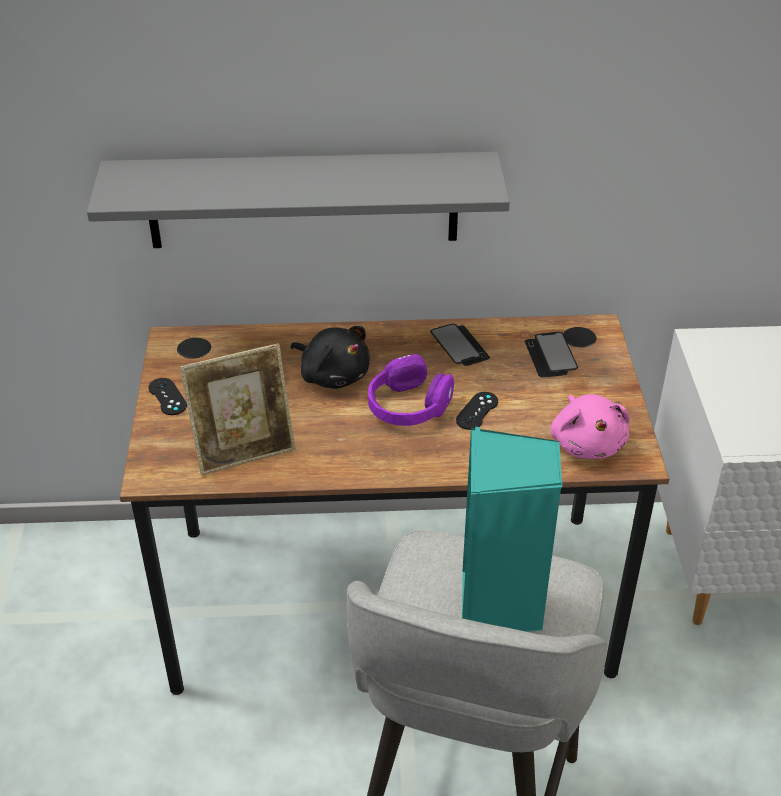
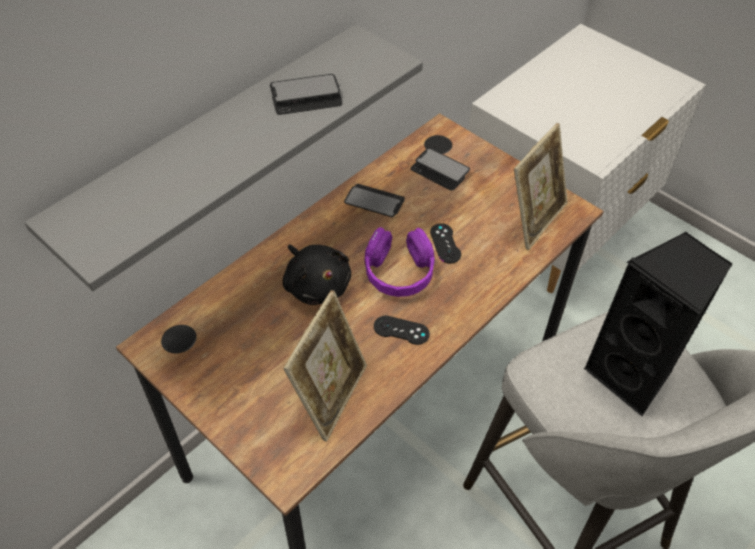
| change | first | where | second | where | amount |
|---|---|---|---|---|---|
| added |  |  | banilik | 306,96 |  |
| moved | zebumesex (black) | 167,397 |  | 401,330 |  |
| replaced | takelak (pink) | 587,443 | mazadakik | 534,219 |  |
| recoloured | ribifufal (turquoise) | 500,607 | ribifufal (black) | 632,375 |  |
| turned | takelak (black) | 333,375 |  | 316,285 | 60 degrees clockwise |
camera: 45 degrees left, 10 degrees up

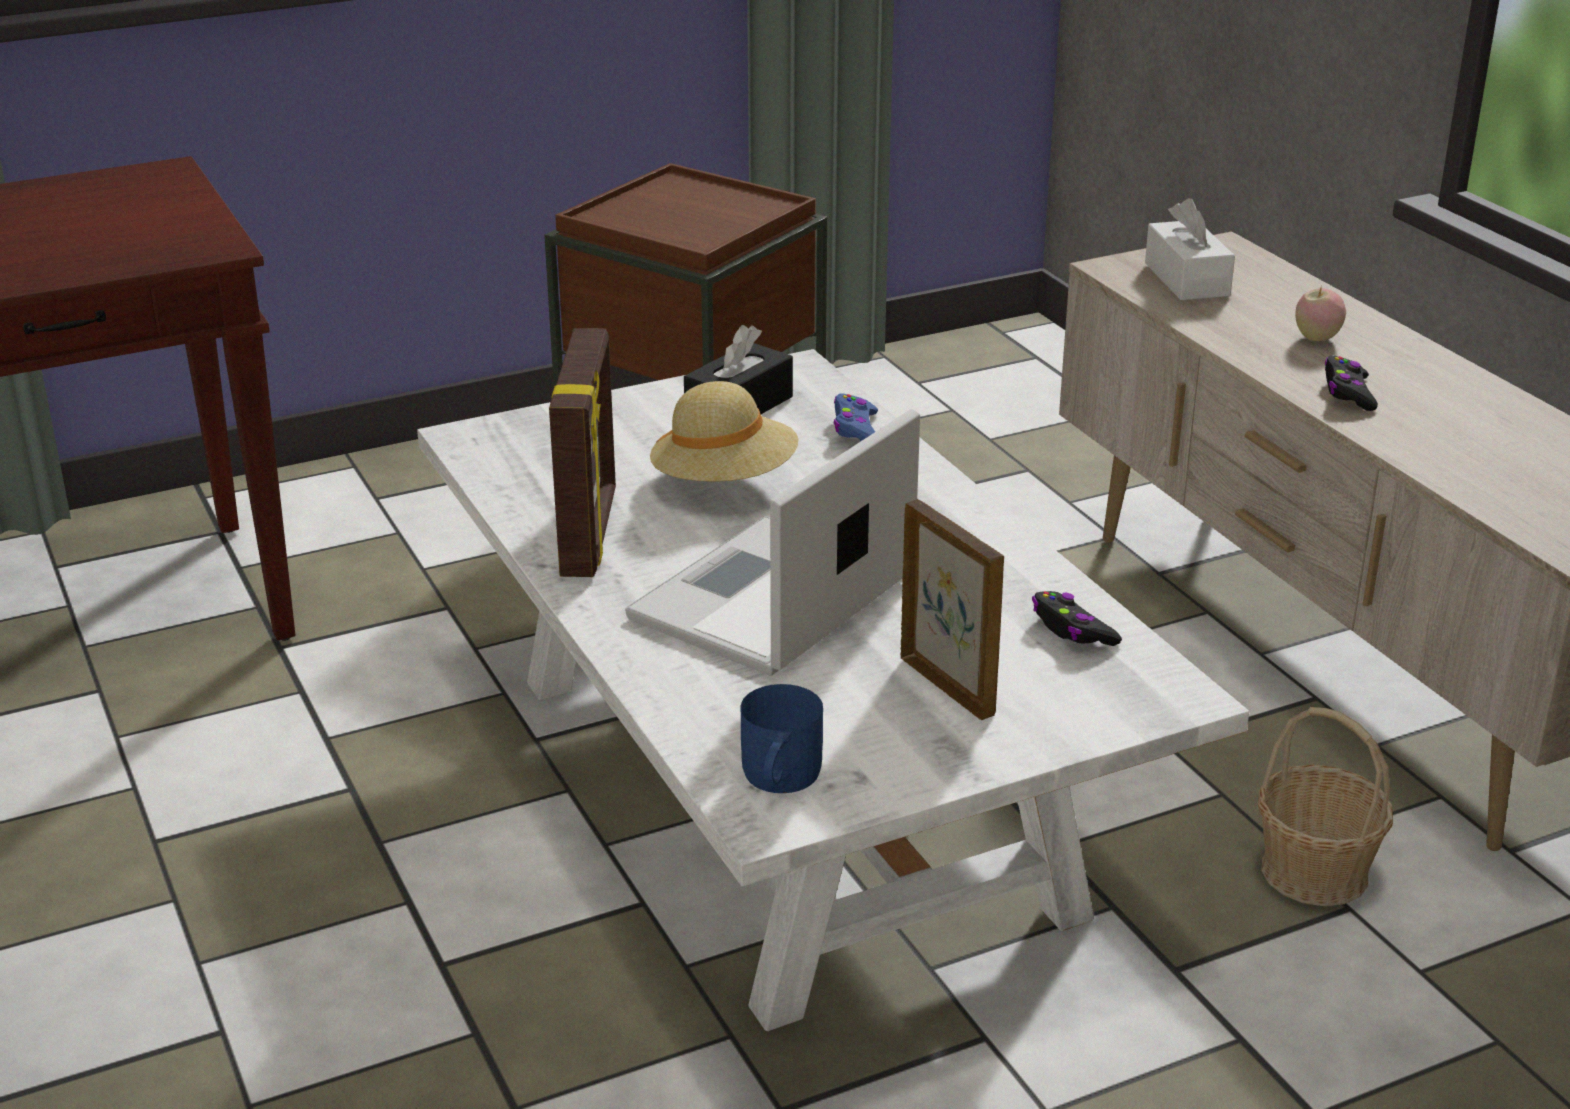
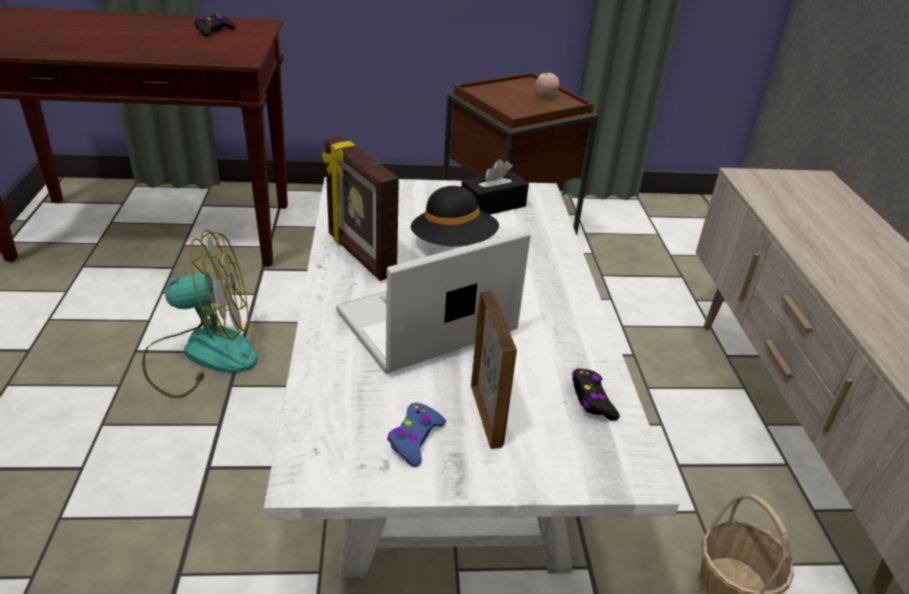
| change | first | where | second | where | amount |
|---|---|---|---|---|---|
| removed | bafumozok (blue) | 778,778 |  |  |  |
| removed | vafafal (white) | 1186,279 |  |  |  |
| added |  |  | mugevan | 202,354 |  |
| moved | zebumesex (blue) | 856,429 |  | 415,439 |  |
| moved | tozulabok | 1317,338 |  | 545,97 |  |
| moved | zebumesex (black) | 1348,393 |  | 213,30 |  |
| recoloured | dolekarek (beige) | 725,481 | dolekarek (black) | 453,244 |  |
| turned | mazadakik | 591,534 |  | 359,255 | 120 degrees clockwise |
camera: 20 degrees right, 5 degrees up

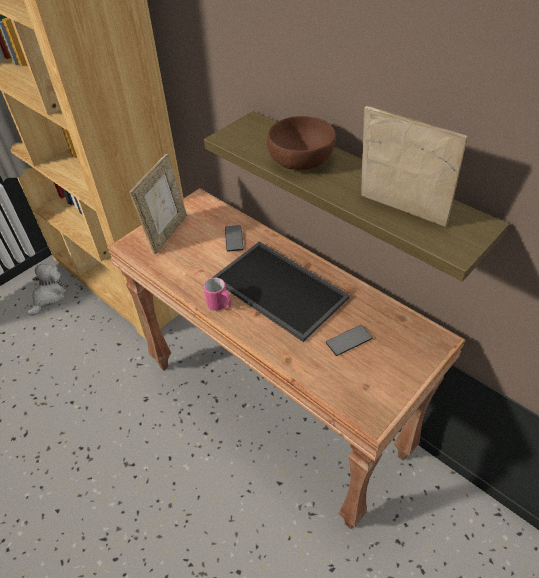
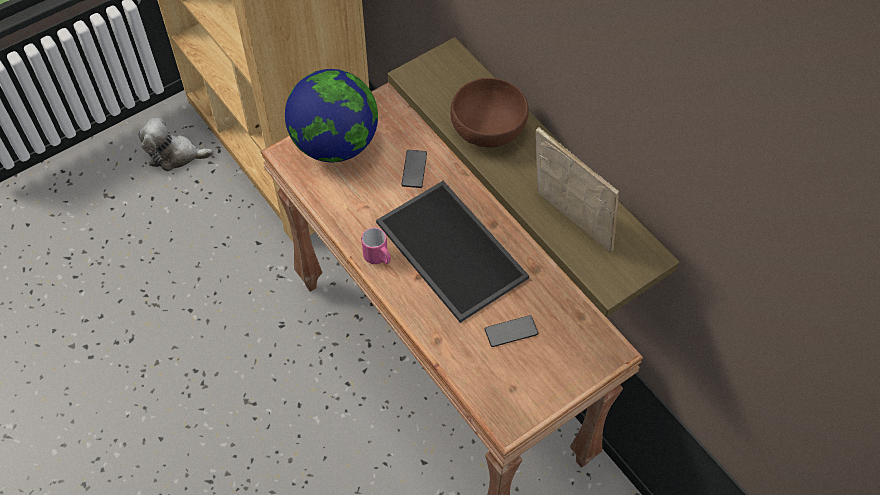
| change | first | where | second | where | amount |
|---|---|---|---|---|---|
| replaced | mazadakik | 167,233 | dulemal | 335,144 |  |
| turned | takelak | 49,296 |  | 175,155 | 120 degrees counterclockwise |
camera: 10 degrees right, 10 degrees up

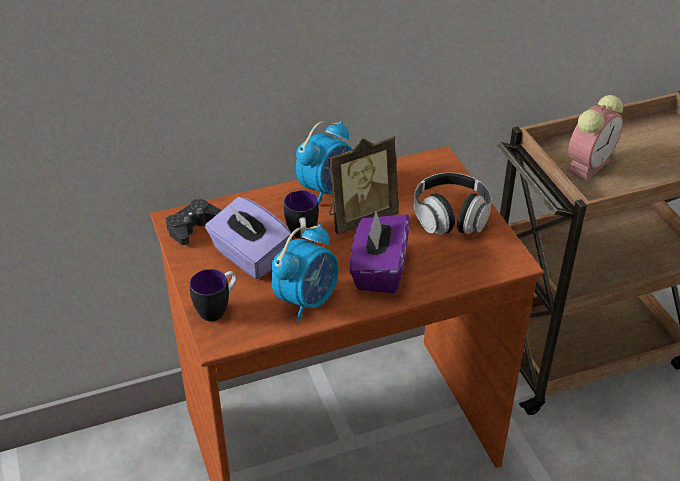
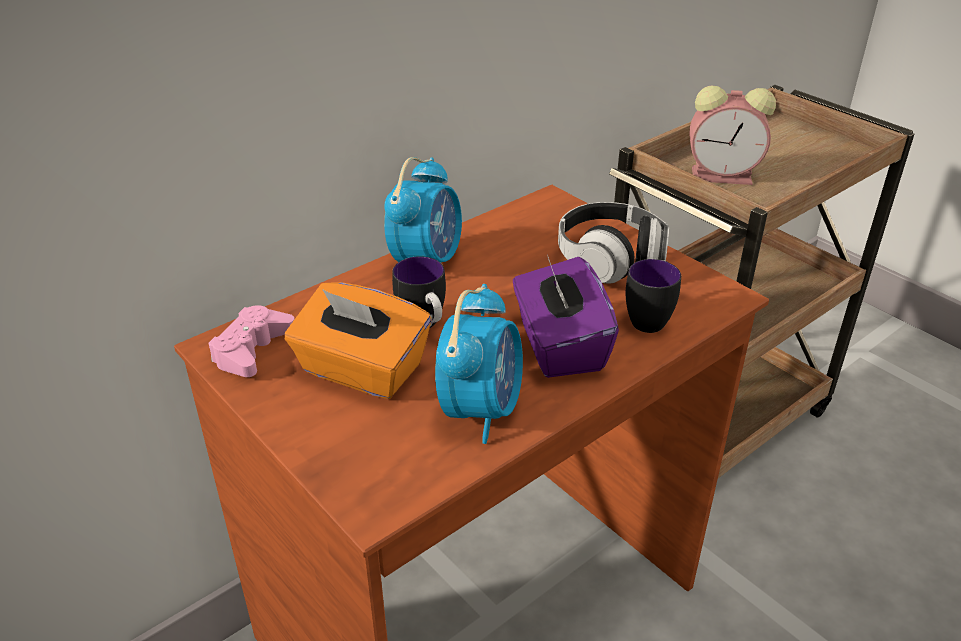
| change | first | where | second | where | amount |
|---|---|---|---|---|---|
| removed | mazadakik | 360,217 |  |  |  |
| moved | bafumozok | 217,309 |  | 650,318 |  |
| recoloured | zebumesex (black) | 193,227 | zebumesex (pink) | 252,349 |  |
| recoloured | vafafal (purple) | 249,256 | vafafal (orange) | 361,370 |  |
| turned | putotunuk | 589,164 |  | 724,175 | 75 degrees clockwise |
camera: 20 degrees left, 5 degrees down

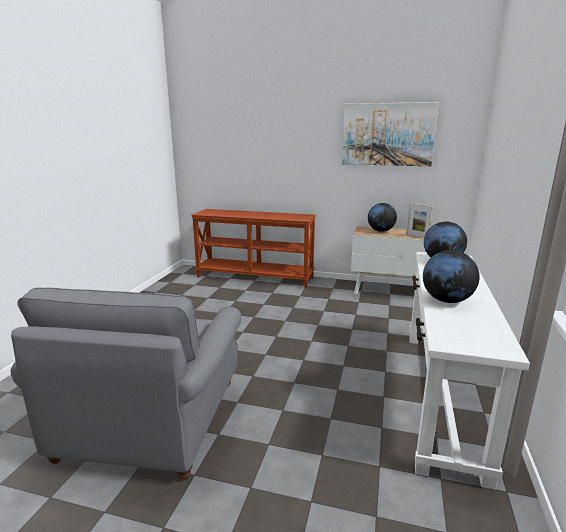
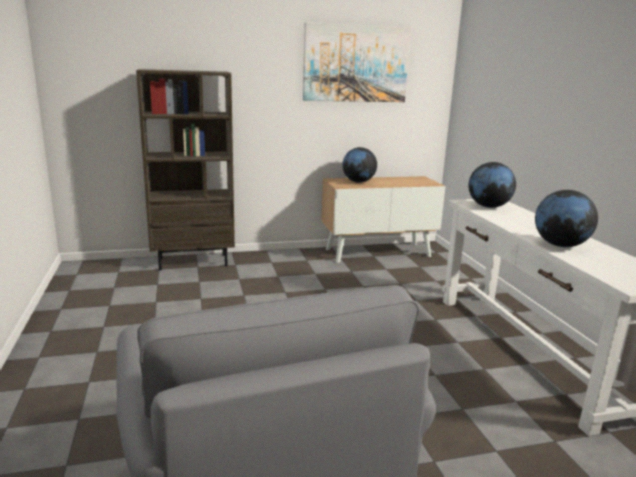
| change | first | where | second | where | amount |
|---|---|---|---|---|---|
| removed | mazadakik | 417,236 |  |  |  |
| replaced | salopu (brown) | 255,277 | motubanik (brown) | 194,262 |  |
camera: 30 degrees left, 0 degrees up

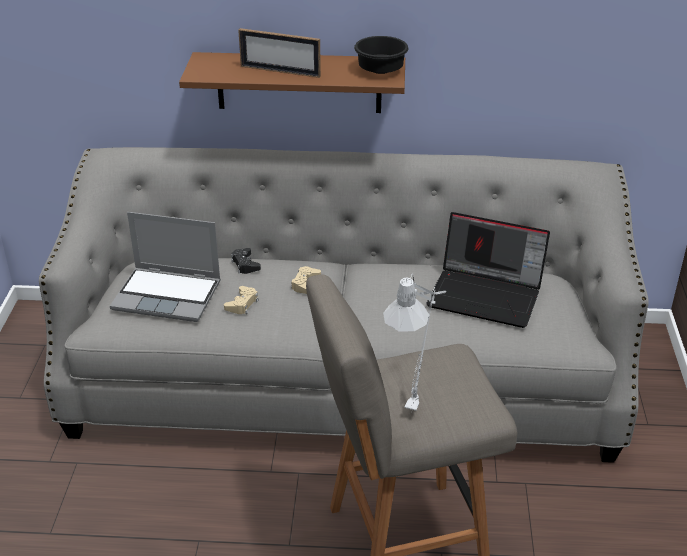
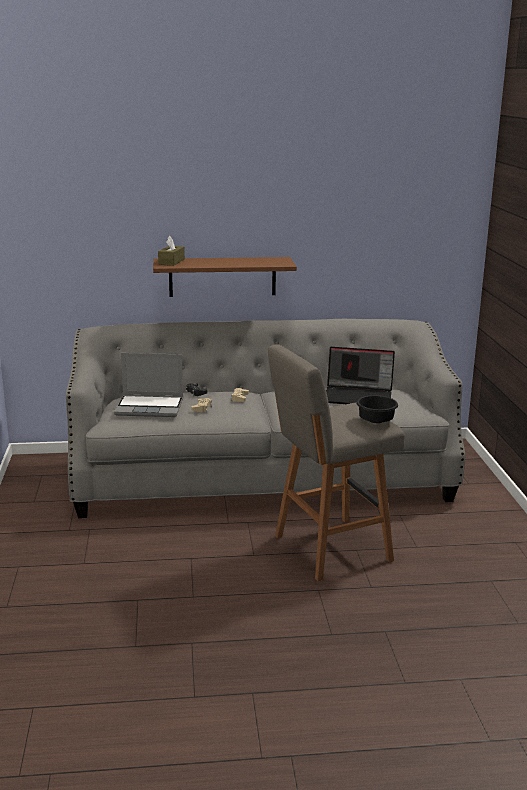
| change | first | where | second | where | amount |
|---|---|---|---|---|---|
| removed | mazadakik | 280,71 |  |  |  |
| removed | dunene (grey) | 417,402 |  |  |  |
| added |  |  | vafafal (brown) | 171,262 |  |
| moved | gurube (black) | 381,71 |  | 376,421 |  |
camera: 10 degrees left, 15 degrees down

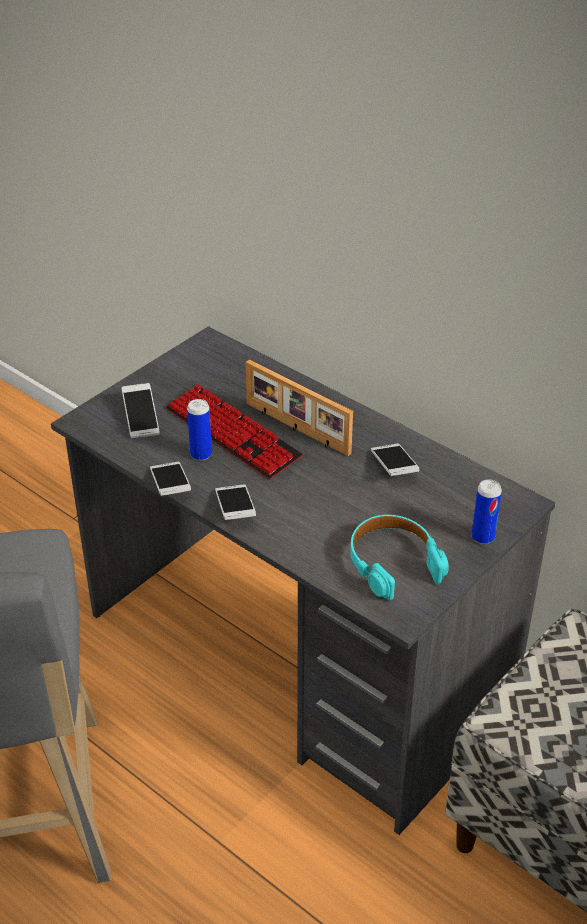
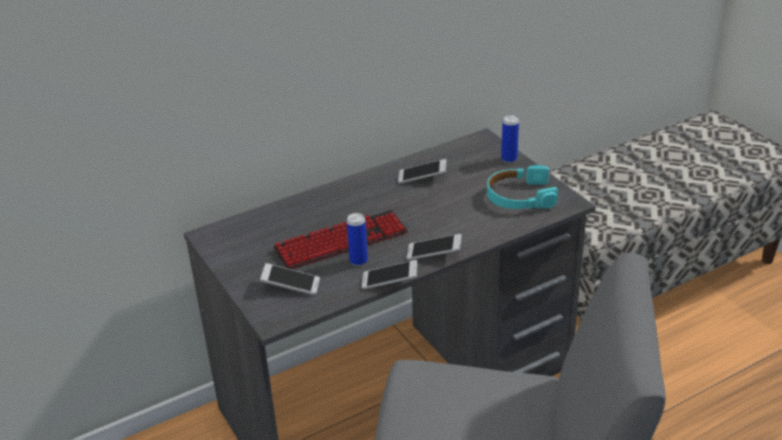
| change | first | where | second | where | amount |
|---|---|---|---|---|---|
| removed | mazadakik | 296,429 |  |  |  |
camera: 70 degrees left, 5 degrees down

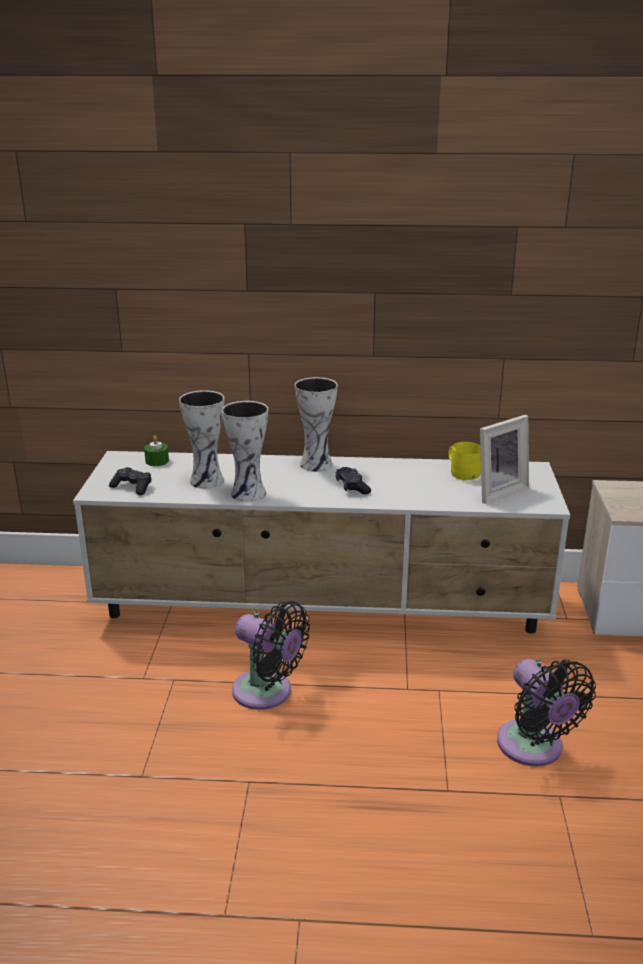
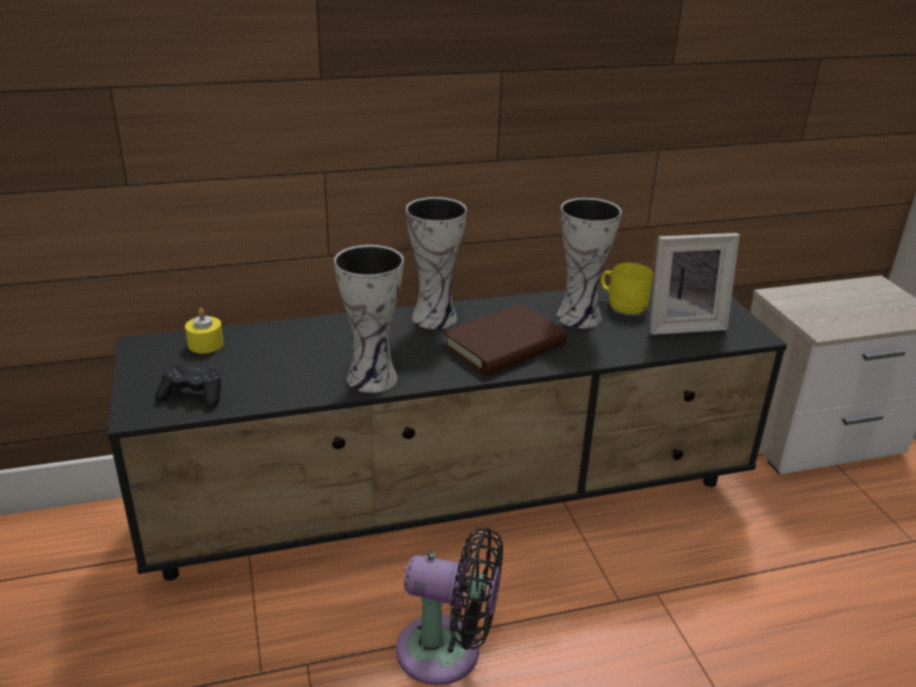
| change | first | where | second | where | amount |
|---|---|---|---|---|---|
| removed | mugevan (black) | 534,748 |  |  |  |
| moved | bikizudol | 208,480 |  | 580,316 |  |
| replaced | zebumesex (black) | 352,487 | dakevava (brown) | 504,346 |  |
| recoloured | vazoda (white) | 324,609 | vazoda (black) | 456,503 |  |
| recoloured | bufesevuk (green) | 157,461 | bufesevuk (yellow) | 205,344 |  |
| turned | mazadakik | 497,491 |  | 682,324 | 45 degrees clockwise |
camera: 20 degrees left, 5 degrees up

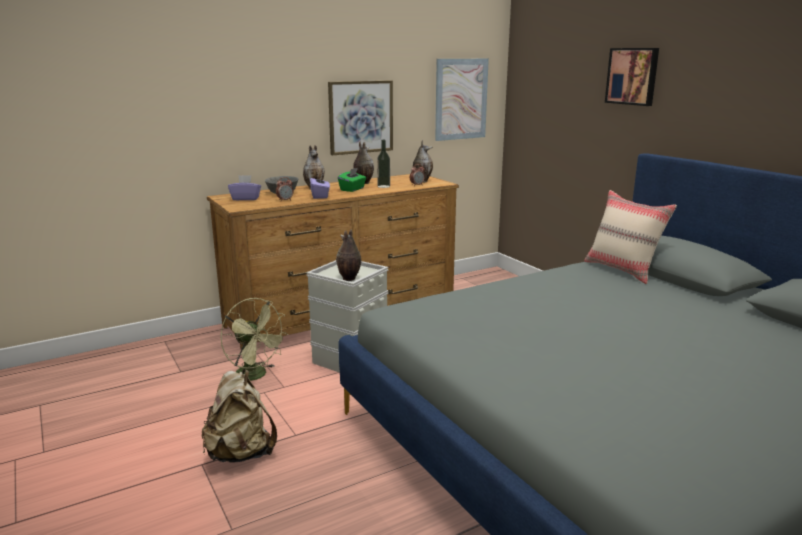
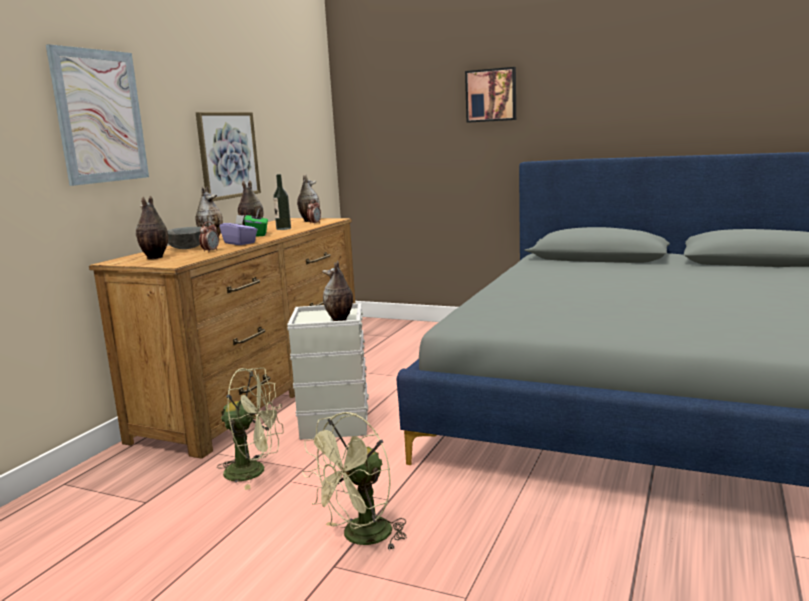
| change | first | where | second | where | amount |
|---|---|---|---|---|---|
| removed | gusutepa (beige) | 623,270 |  |  |  |
| moved | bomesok | 461,99 |  | 100,116 |  |
| replaced | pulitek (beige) | 240,453 | mugevan (green) | 360,538 |  |
| replaced | vafafal (purple) | 246,198 | bikizudol | 154,257 |  |
camera: 35 degrees left, 5 degrees down

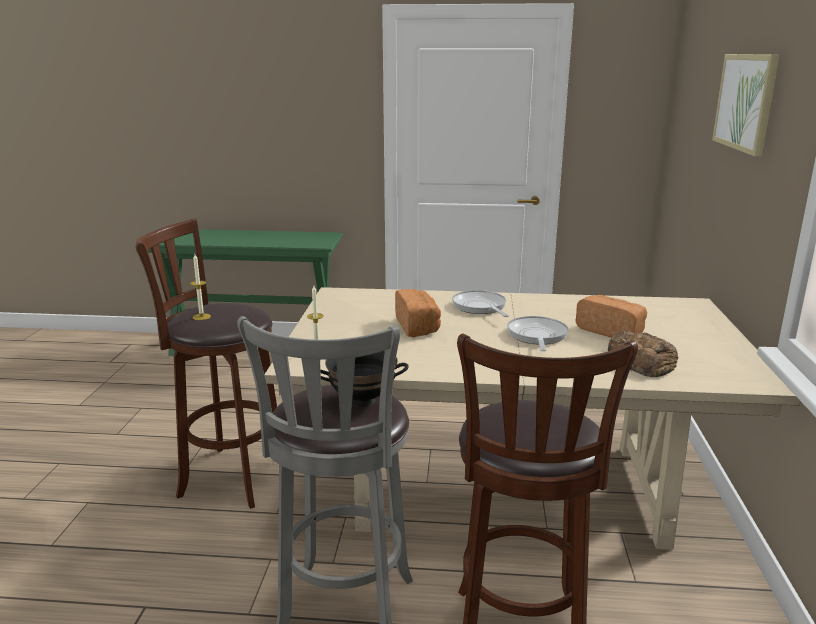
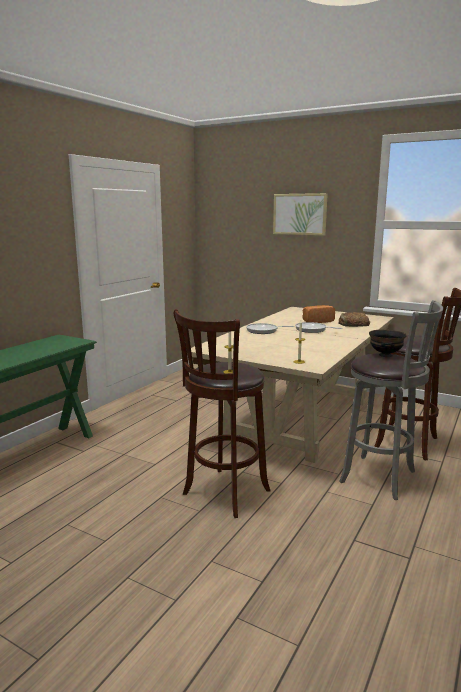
| change | first | where | second | where | amount |
|---|---|---|---|---|---|
| removed | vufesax | 418,326 |  |  |  |
camera: 65 degrees left, 5 degrees down

